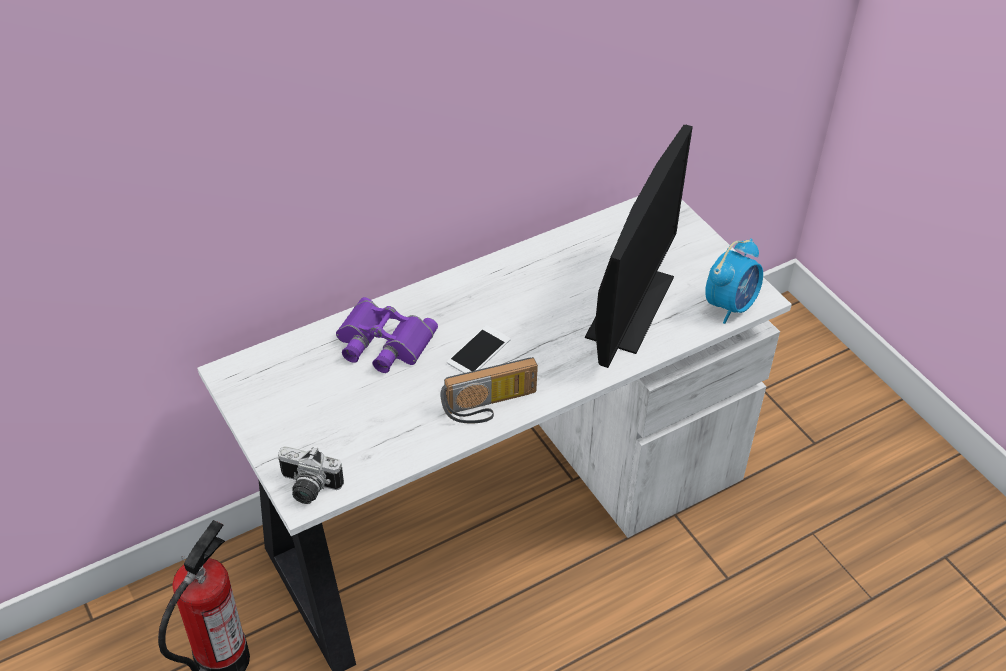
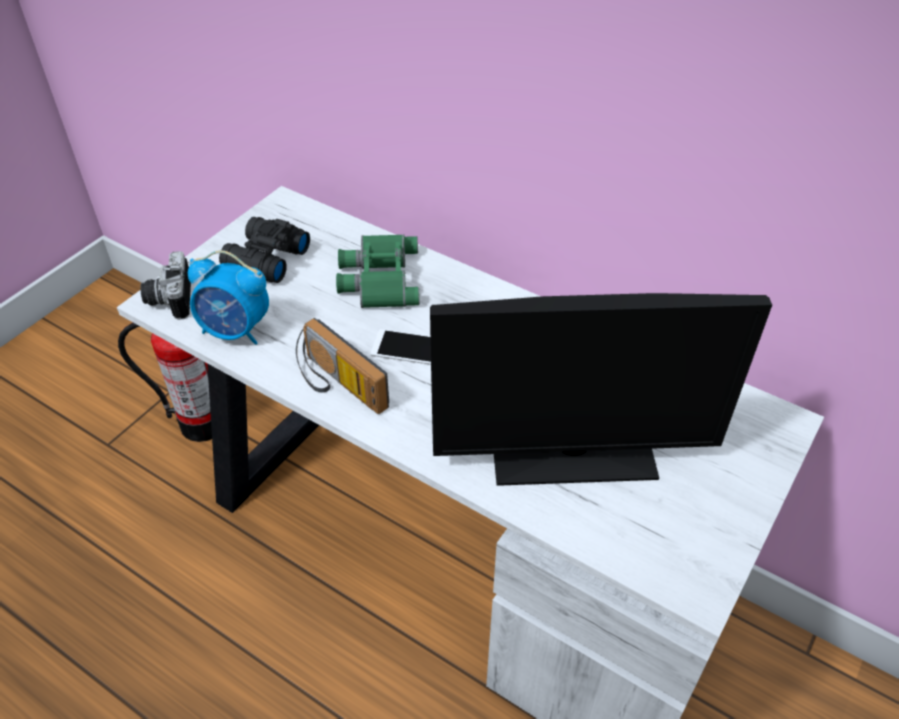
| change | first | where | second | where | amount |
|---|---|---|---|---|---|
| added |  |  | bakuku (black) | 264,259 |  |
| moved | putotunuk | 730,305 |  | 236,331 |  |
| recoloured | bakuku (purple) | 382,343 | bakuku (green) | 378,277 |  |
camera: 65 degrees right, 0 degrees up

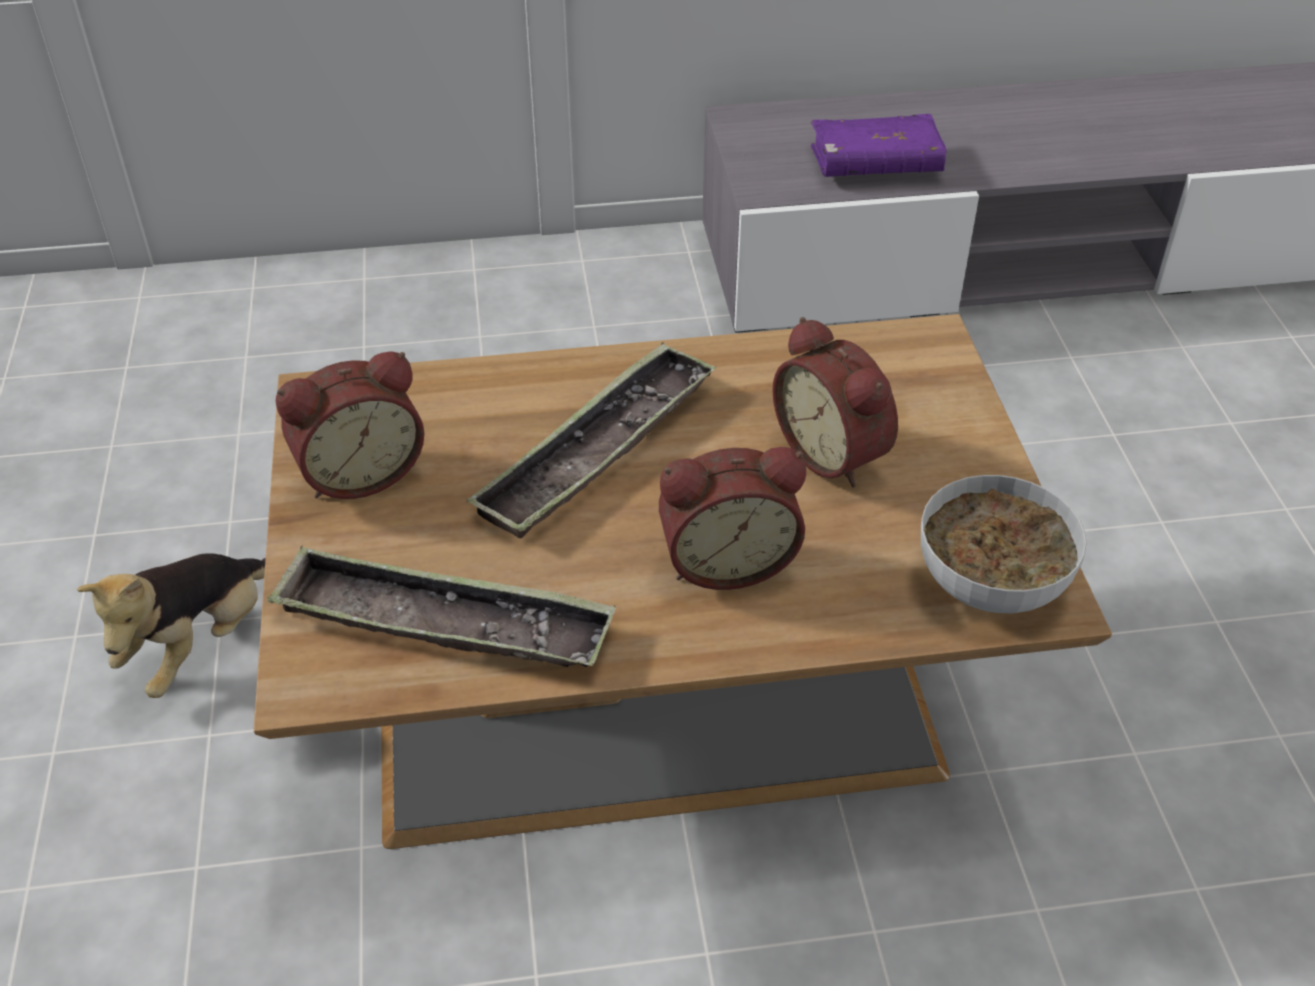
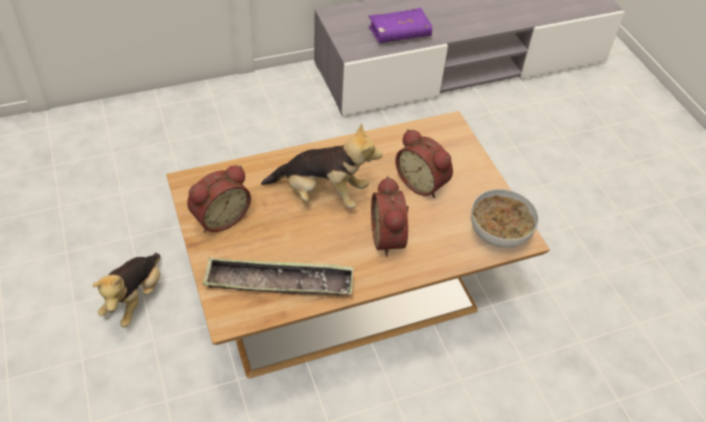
| change | first | where | second | where | amount |
|---|---|---|---|---|---|
| replaced | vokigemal | 597,450 | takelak | 321,194 |  |
| turned | putotunuk | 726,560 |  | 390,238 | 105 degrees clockwise |
camera: 15 degrees left, 5 degrees up

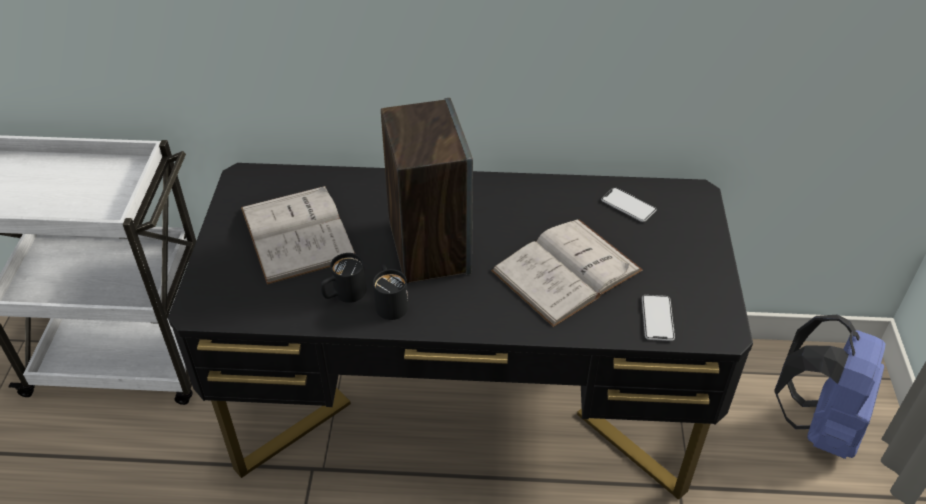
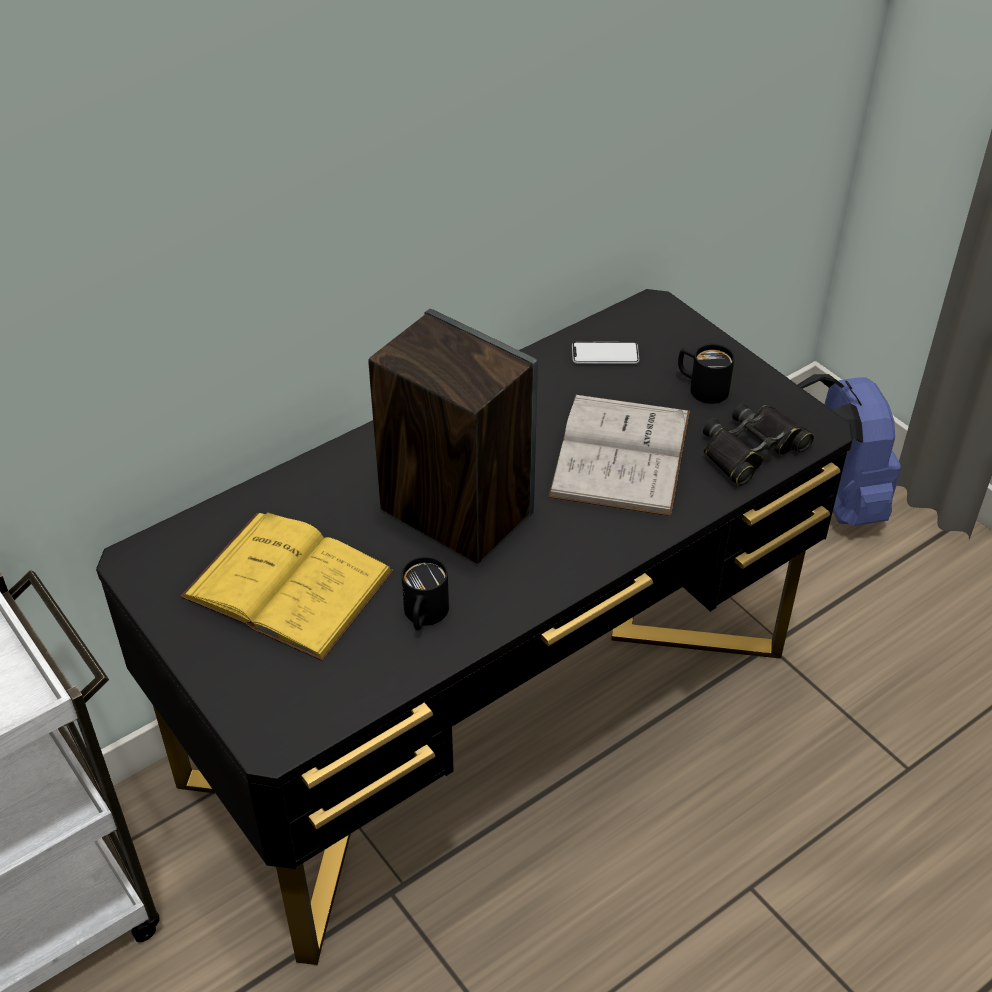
| change | first | where | second | where | amount |
|---|---|---|---|---|---|
| moved | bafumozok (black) | 390,302 |  | 701,387 |  |
| replaced | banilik | 657,318 | bakuku (black) | 751,450 |  |
| recoloured | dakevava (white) | 297,233 | dakevava (yellow) | 288,584 |  |
camera: 40 degrees left, 0 degrees up

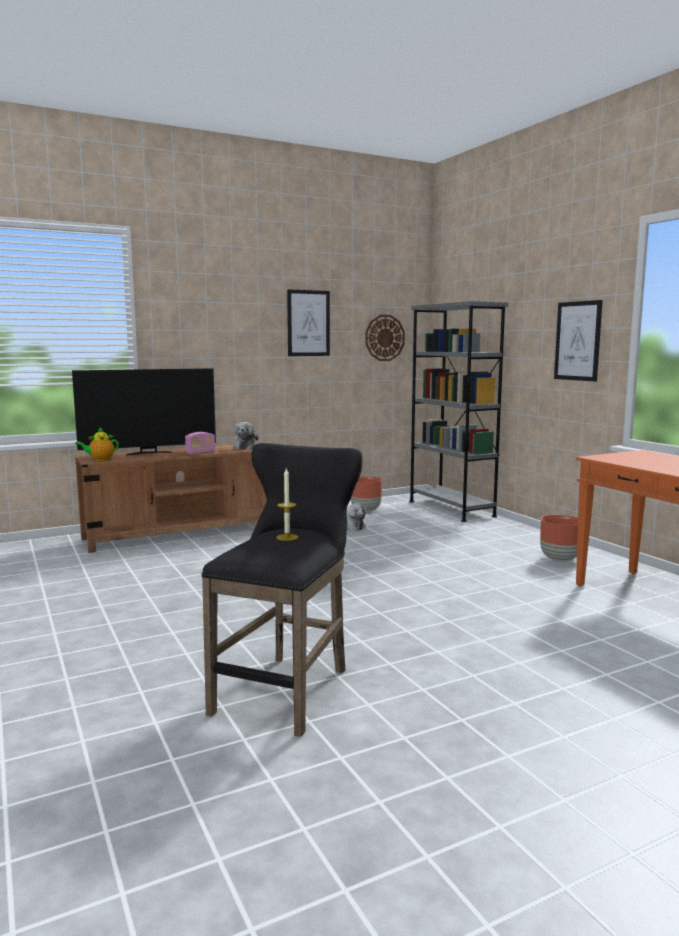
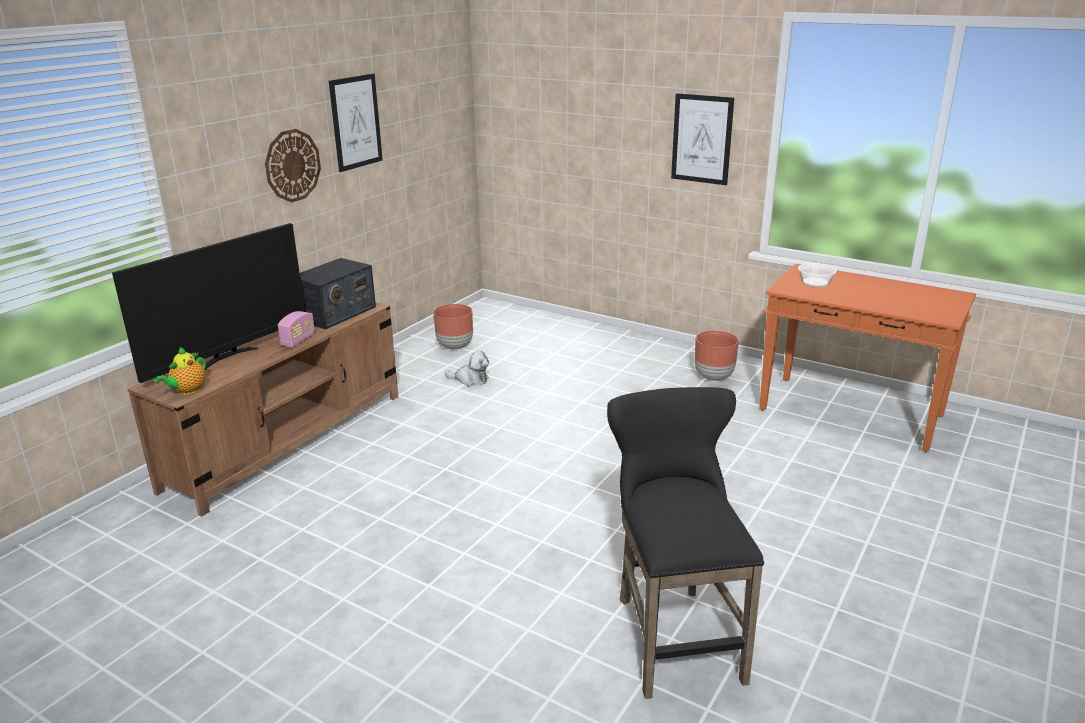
| change | first | where | second | where | amount |
|---|---|---|---|---|---|
| removed | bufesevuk | 287,537 |  |  |  |
| removed | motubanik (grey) | 451,508 |  |  |  |
| added |  |  | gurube | 815,282 |  |
| moved | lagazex | 384,338 |  | 292,165 |  |
| replaced | takelak | 246,447 | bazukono | 335,313 |  |
camera: 30 degrees left, 15 degrees up

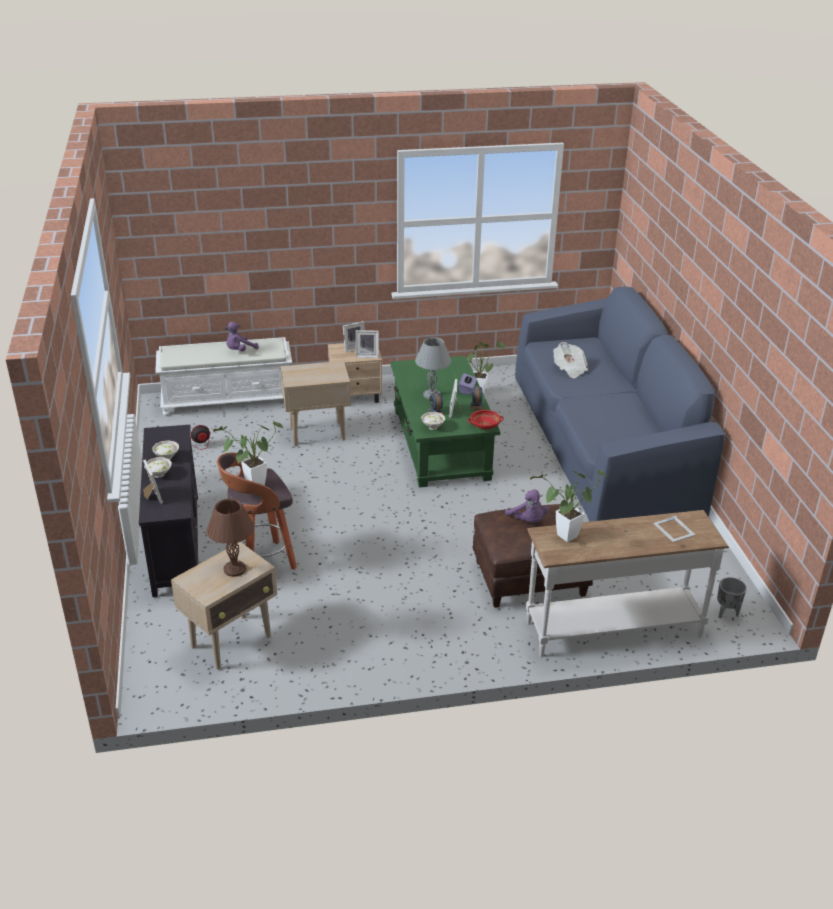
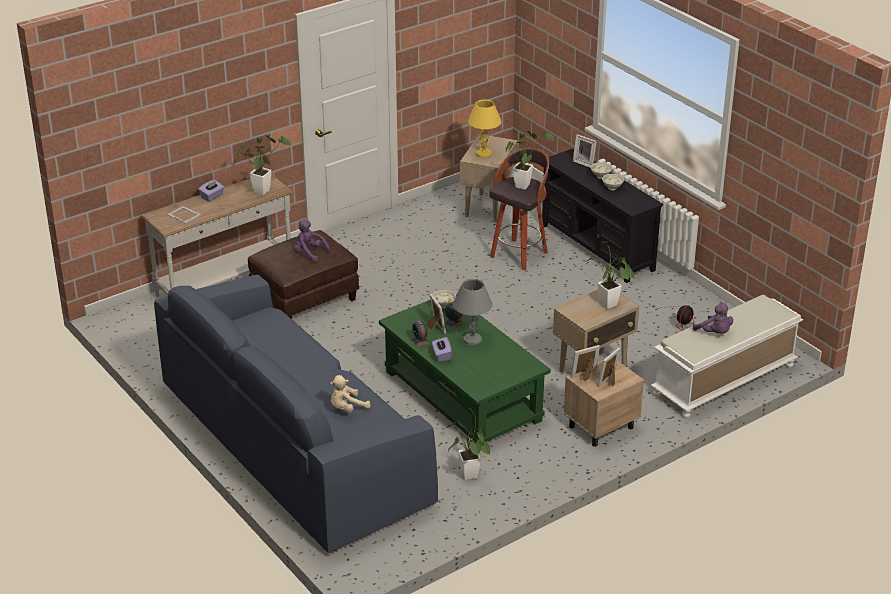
| change | first | where | second | where | amount |
|---|---|---|---|---|---|
| removed | gurube (red) | 484,426 |  |  |  |
| removed | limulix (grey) | 726,612 |  |  |  |
| added |  |  | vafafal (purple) | 212,196 |  |
| added |  |  | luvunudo | 610,307 |  |
| replaced | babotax | 569,369 | takelak (beige) | 347,408 |  |
| recoloured | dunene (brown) | 234,568 | dunene (yellow) | 484,153 |  |
| turned | takelak (purple) | 240,350 |  | 714,333 | 120 degrees clockwise |
camera: 155 degrees right, 0 degrees up

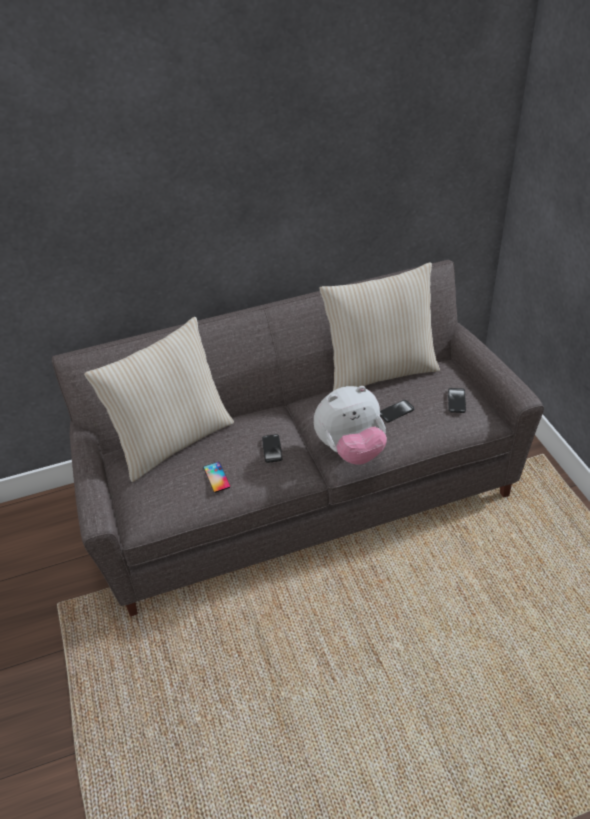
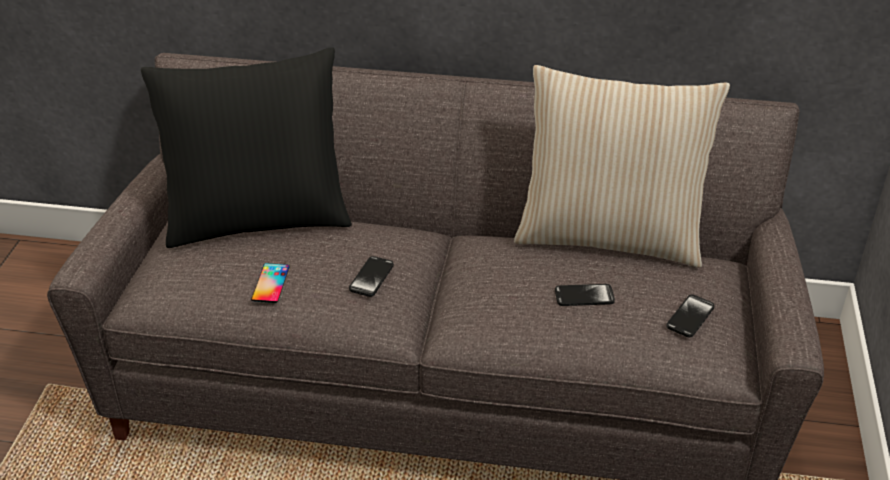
| change | first | where | second | where | amount |
|---|---|---|---|---|---|
| removed | takelak | 351,450 |  |  |  |
| recoloured | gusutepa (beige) | 173,440 | gusutepa (black) | 258,218 |  |
camera: 25 degrees right, 5 degrees down

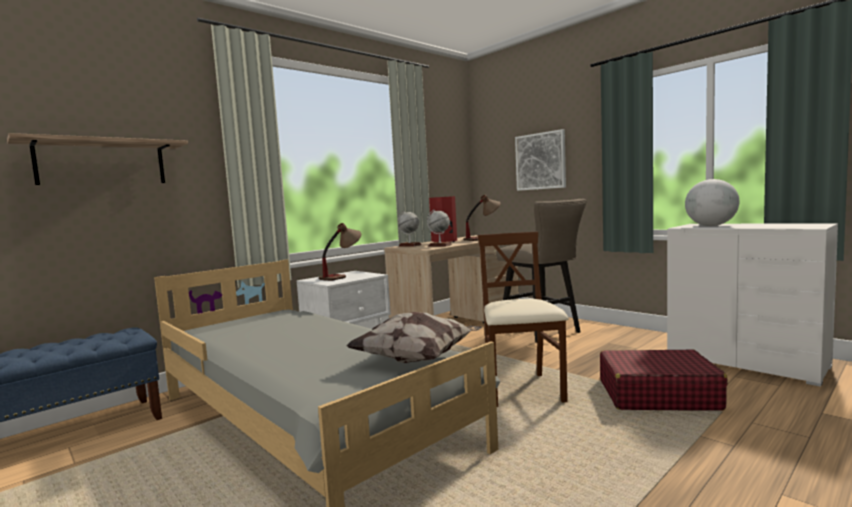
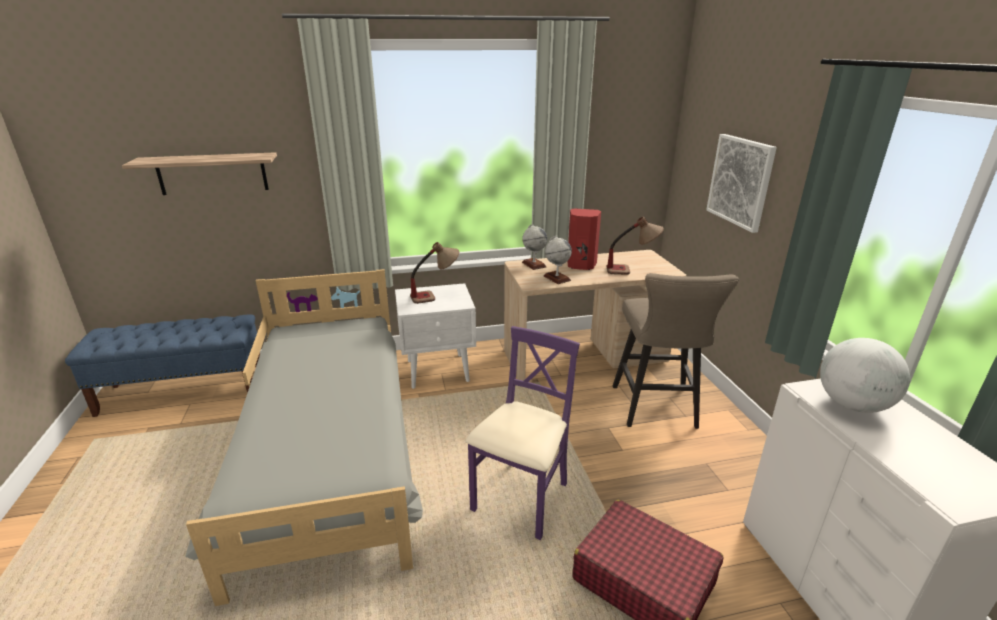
| change | first | where | second | where | amount |
|---|---|---|---|---|---|
| removed | gusutepa | 418,359 |  |  |  |
| recoloured | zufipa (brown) | 521,391 | zufipa (purple) | 521,499 |  |
camera: 30 degrees right, 20 degrees up

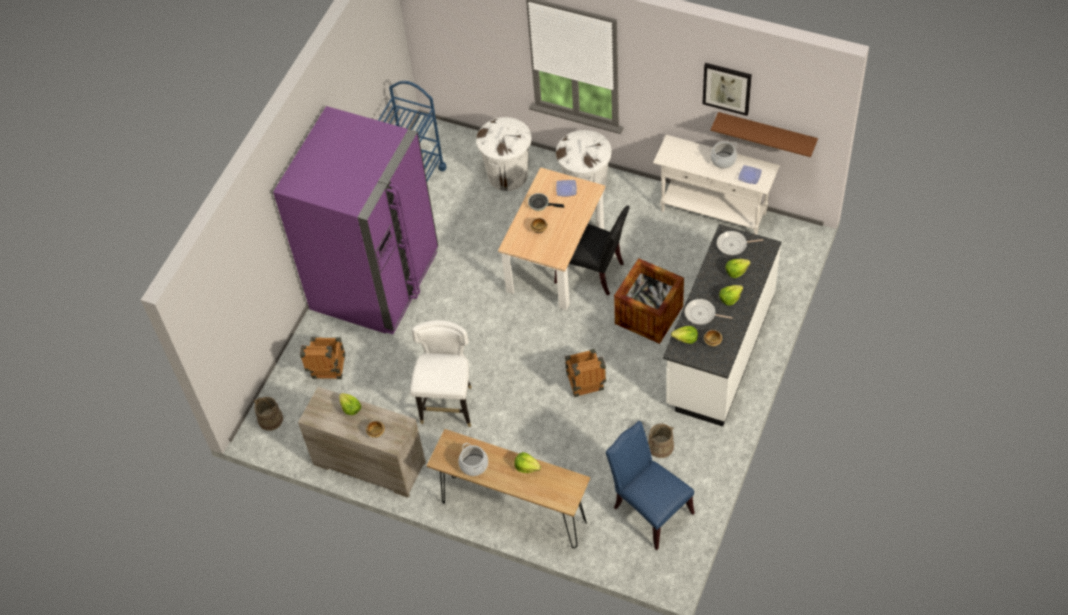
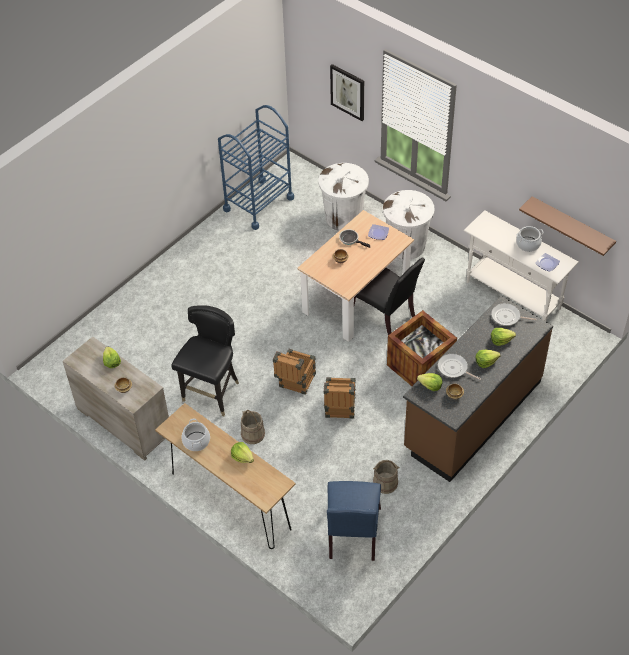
| change | first | where | second | where | amount |
|---|---|---|---|---|---|
| removed | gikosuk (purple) | 375,281 |  |  |  |
| moved | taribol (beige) | 270,419 |  | 252,434 |  |
| moved | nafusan | 327,370 |  | 295,384 |  |
| moved | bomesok | 727,88 |  | 348,92 |  |
| recoloured | zufipa (white) | 449,407 | zufipa (black) | 212,394 |  |
| recoloured | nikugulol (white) | 719,351 | nikugulol (brown) | 472,415 |  |
| turned | zufipa (blue) | 649,509 |  | 353,536 | 150 degrees counterclockwise |
camera: 15 degrees right, 5 degrees down

